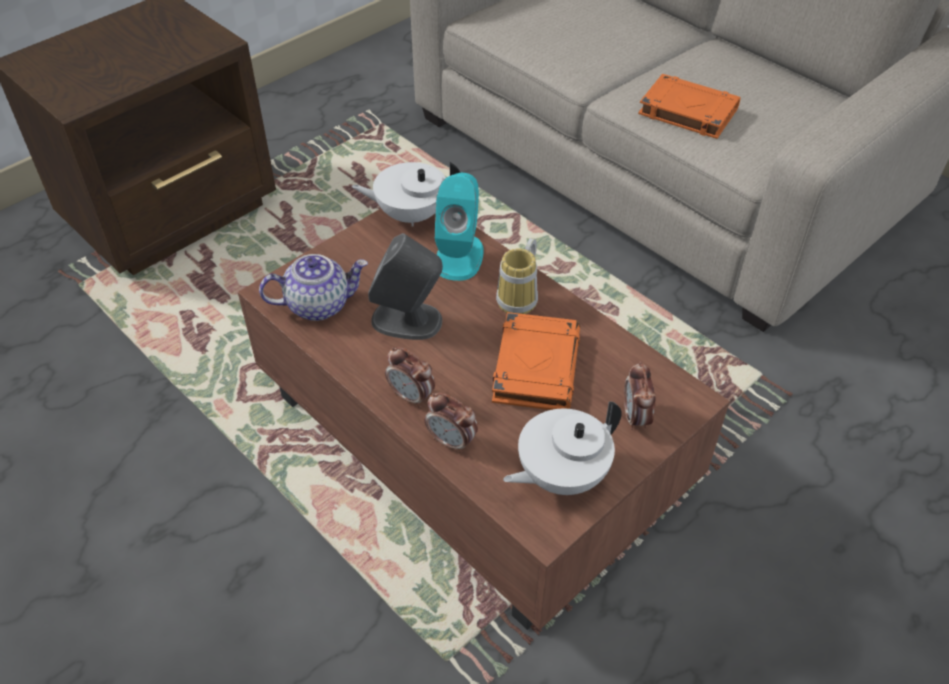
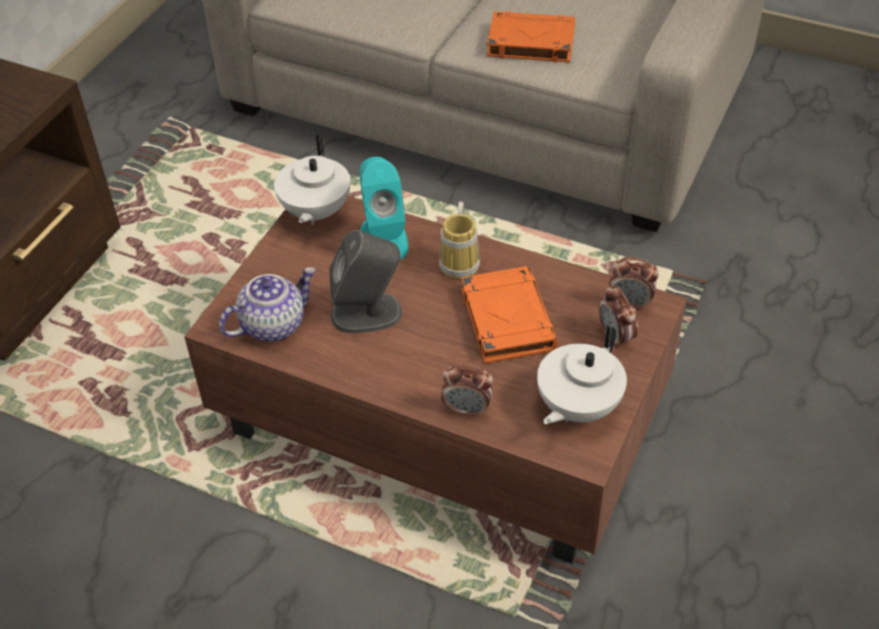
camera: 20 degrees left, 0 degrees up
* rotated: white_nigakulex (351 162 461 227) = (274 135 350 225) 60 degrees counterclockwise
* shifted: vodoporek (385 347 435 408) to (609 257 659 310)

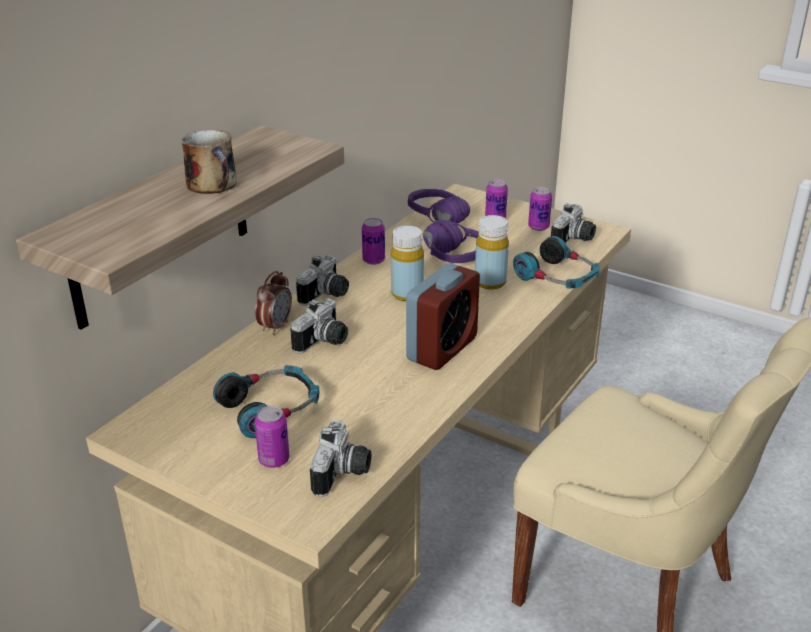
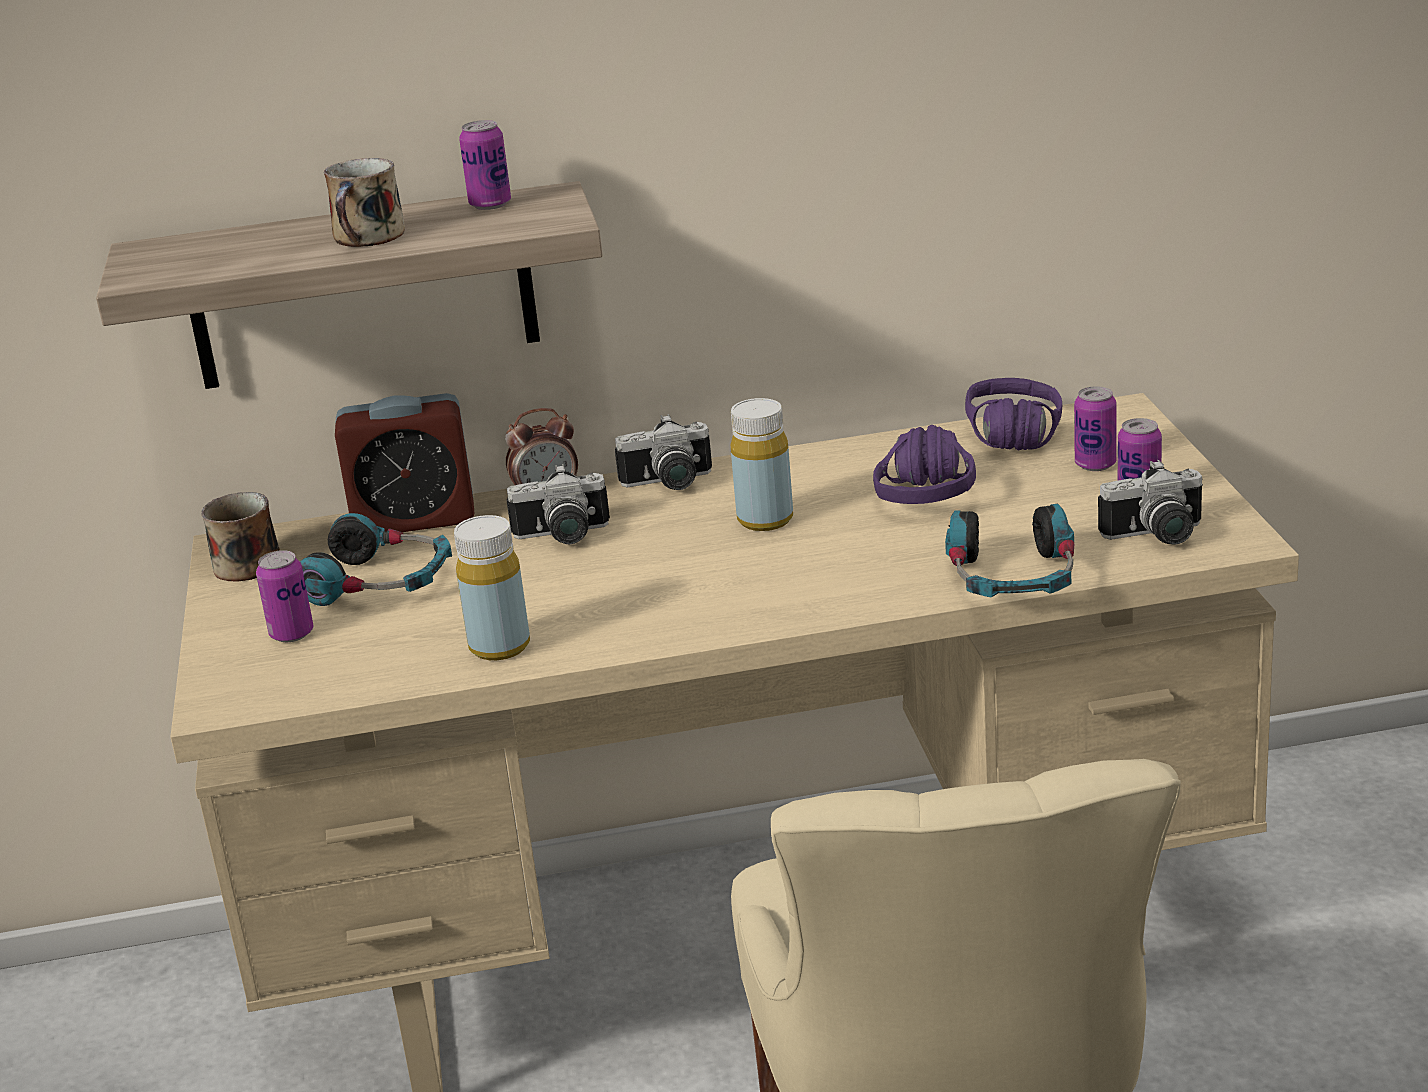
camera: 50 degrees right, 5 degrees down
* gone: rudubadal (310 420 371 497)
* shifted: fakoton (362 218 385 265) to (459 120 511 210)
* shifted: vodoporek (406 263 480 370) to (335 393 475 532)
* shifted: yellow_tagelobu (475 215 509 290) to (454 515 530 660)
* new: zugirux (201 492 280 582)

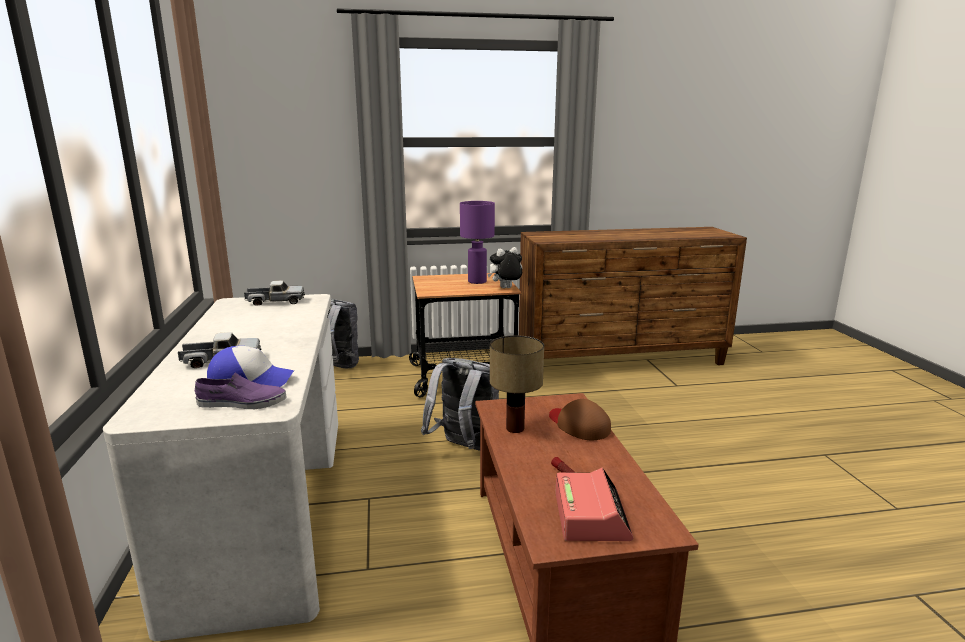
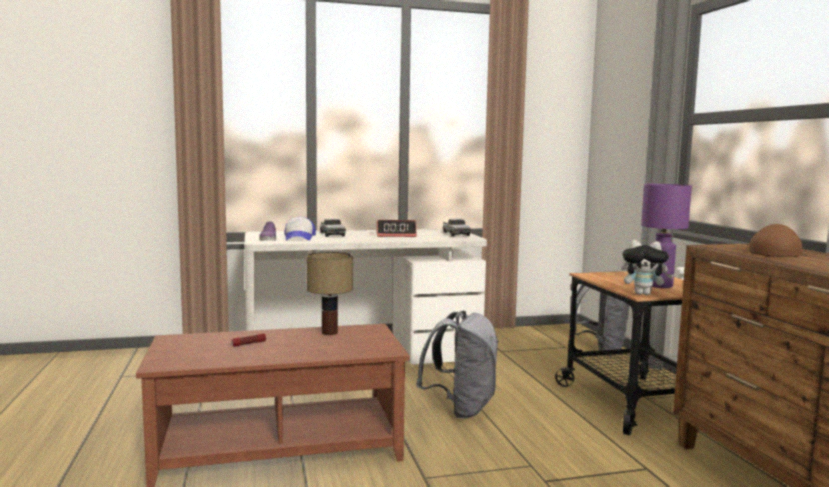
camera: 85 degrees right, 10 degrees down
* rotated: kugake (488 247 522 288) = (621 240 674 295) 135 degrees clockwise
* shifted: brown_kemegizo (549 399 611 440) to (749 224 803 257)
* shifted: vodoporek (555 468 634 541) to (376 220 417 237)

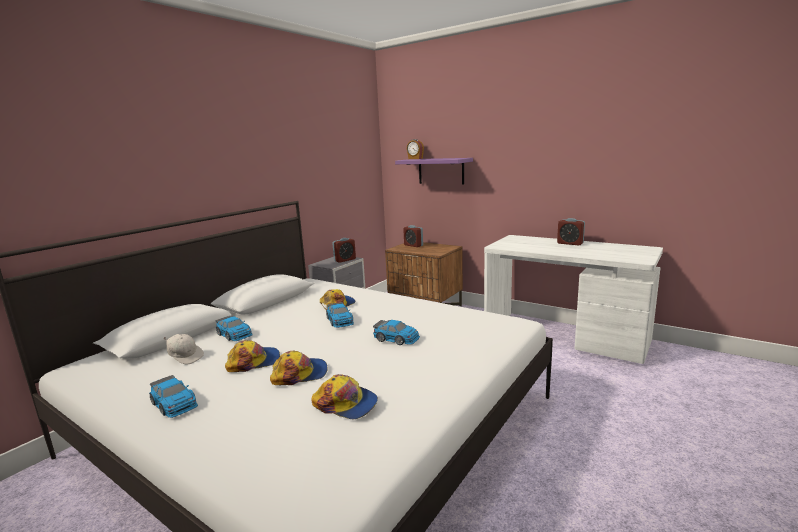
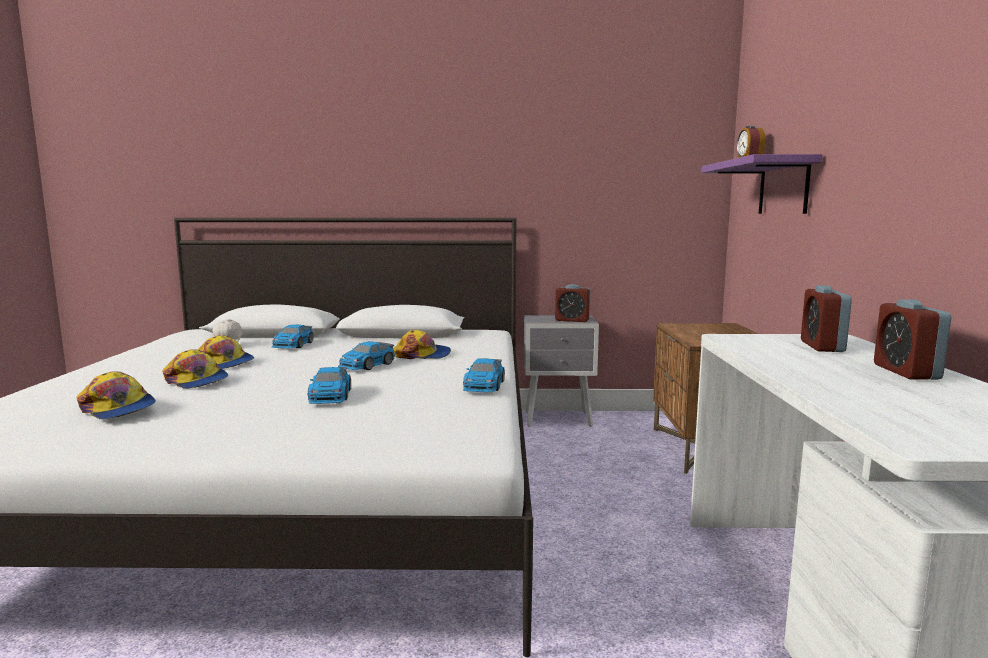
camera: 55 degrees right, 5 degrees down
* shifted: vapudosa (149 375 198 418) to (463 359 505 392)
* rotated: kemegizo (311 374 378 419) = (77 371 156 420) 45 degrees counterclockwise
* shifted: vodoporek (403 225 423 247) to (801 285 852 352)

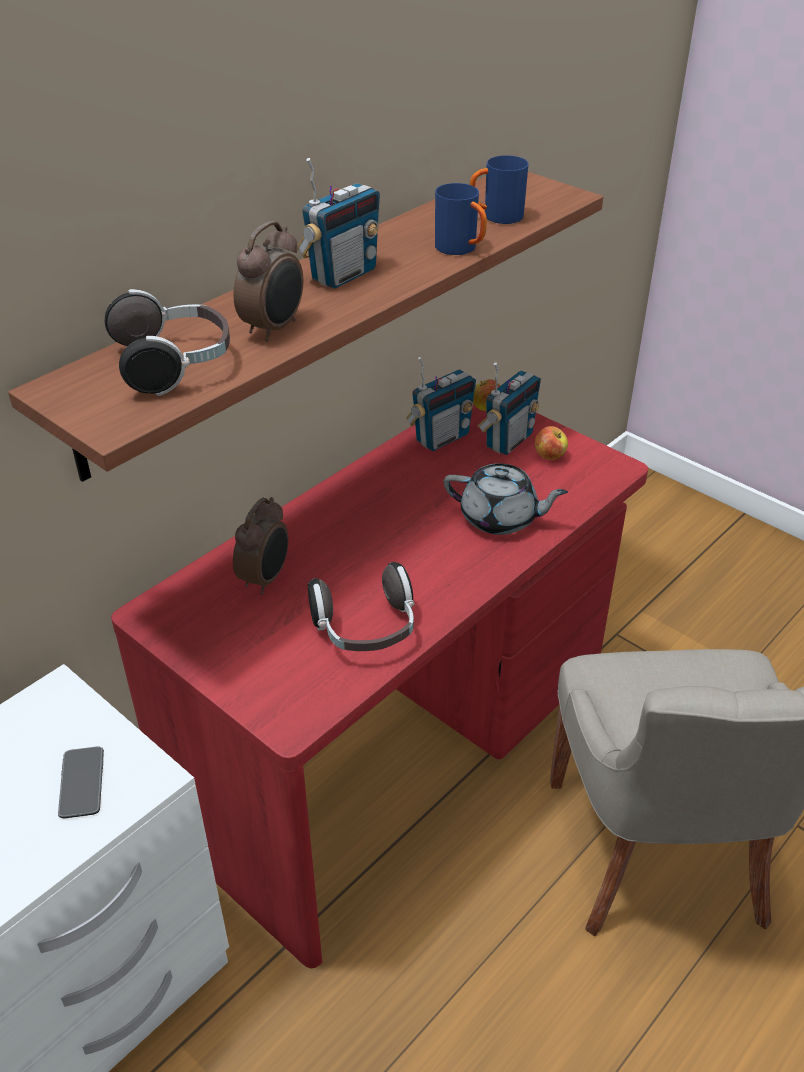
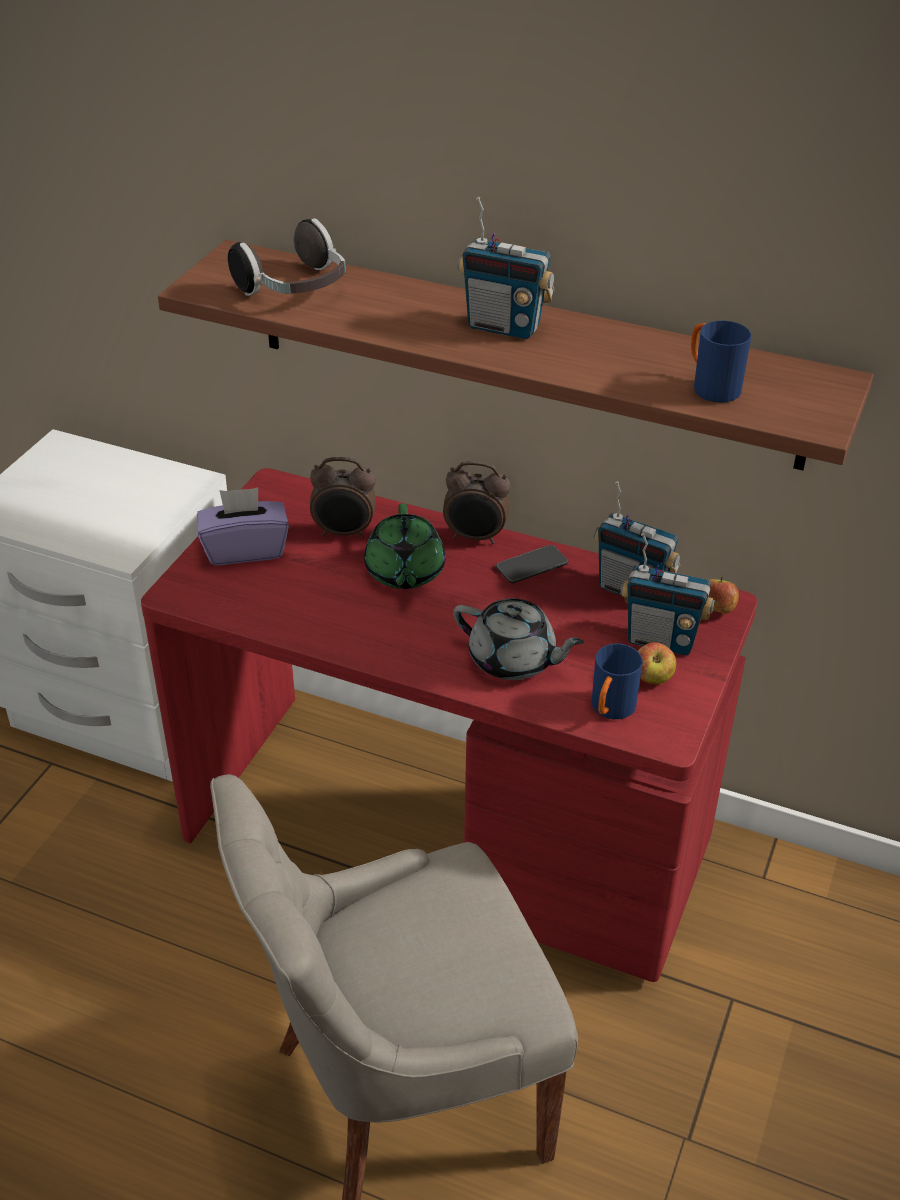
camera: 70 degrees right, 0 degrees up
* shifted: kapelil (58 747 104 818) to (496 545 568 583)
* shifted: vodoporek (233 221 303 341) to (443 461 511 544)
* gone: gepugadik (308 562 415 651)
* shifted: blue_zugirux (435 183 487 255) to (592 643 643 719)
* rotated: grey_nigakulex (444 463 568 535) = (453 598 584 680) 60 degrees counterclockwise
* new: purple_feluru (197 488 289 565)
* new: green_nigakulex (364 503 445 589)

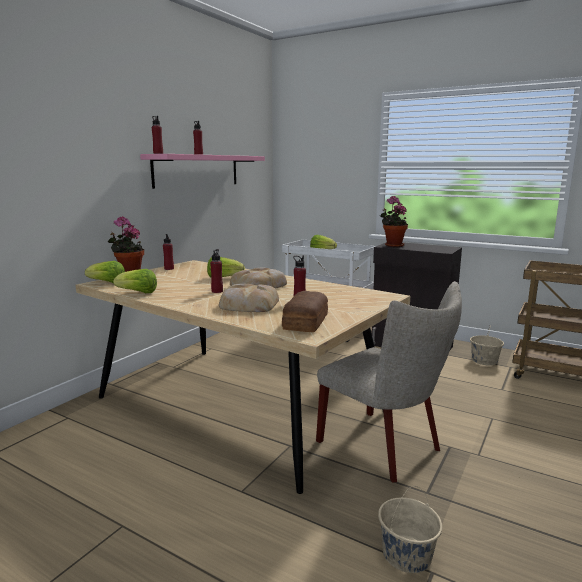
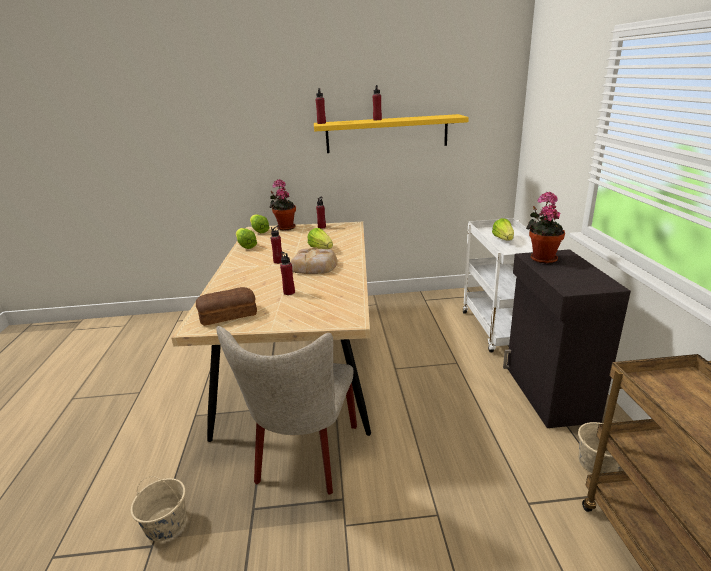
camera: 55 degrees right, 10 degrees up
* repainted: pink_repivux (140 154 265 189) to yellow_repivux (314 114 469 153)
* gone: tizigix (219 284 279 312)

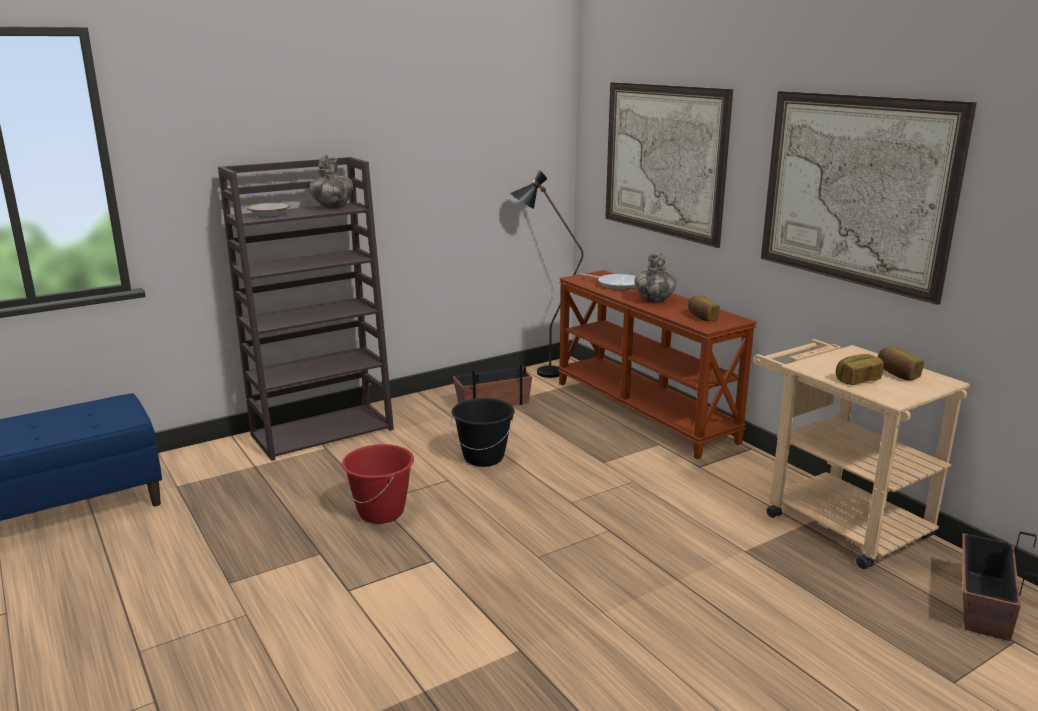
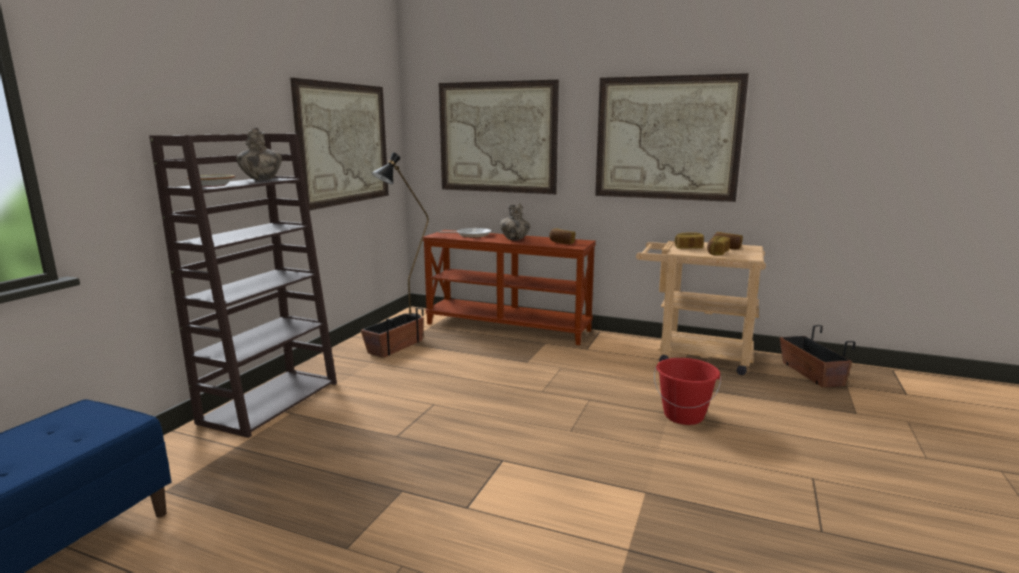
camera: 35 degrees left, 5 degrees down
* shifted: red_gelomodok (342 444 414 524) to (654 358 721 425)
* gone: black_gelomodok (451 398 515 467)
* new: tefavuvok (290 78 389 211)
* new: tizigix (675 232 704 249)

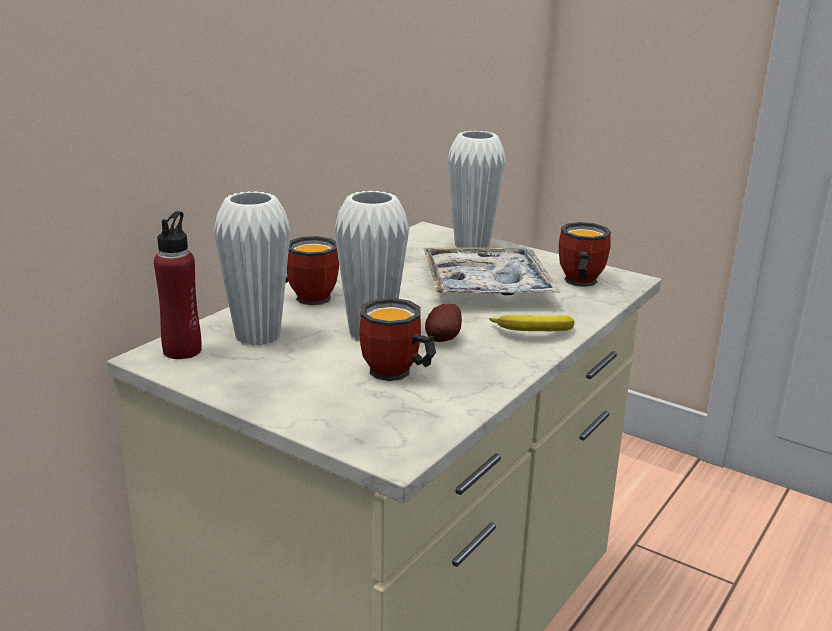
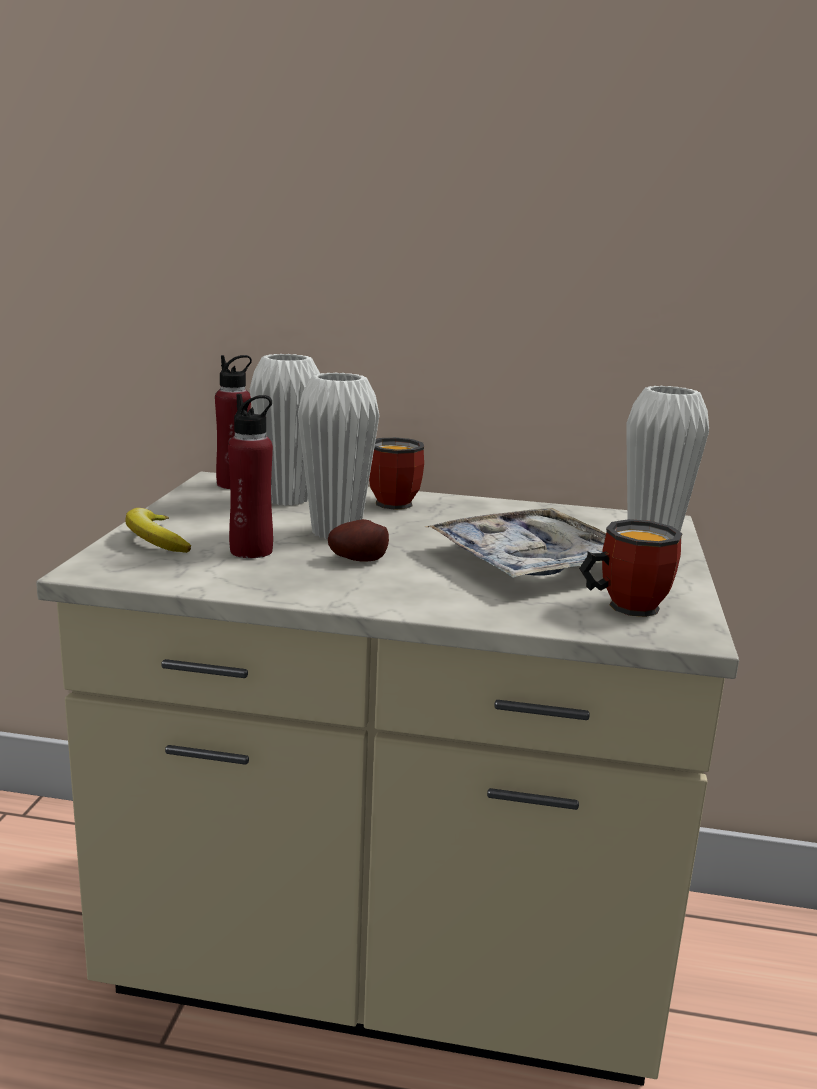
camera: 65 degrees right, 5 degrees down
* swapped: zugirux (359 298 436 381) to red_tagelobu (228 394 273 558)
* shifted: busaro (489 315 575 331) to (125 508 191 553)

